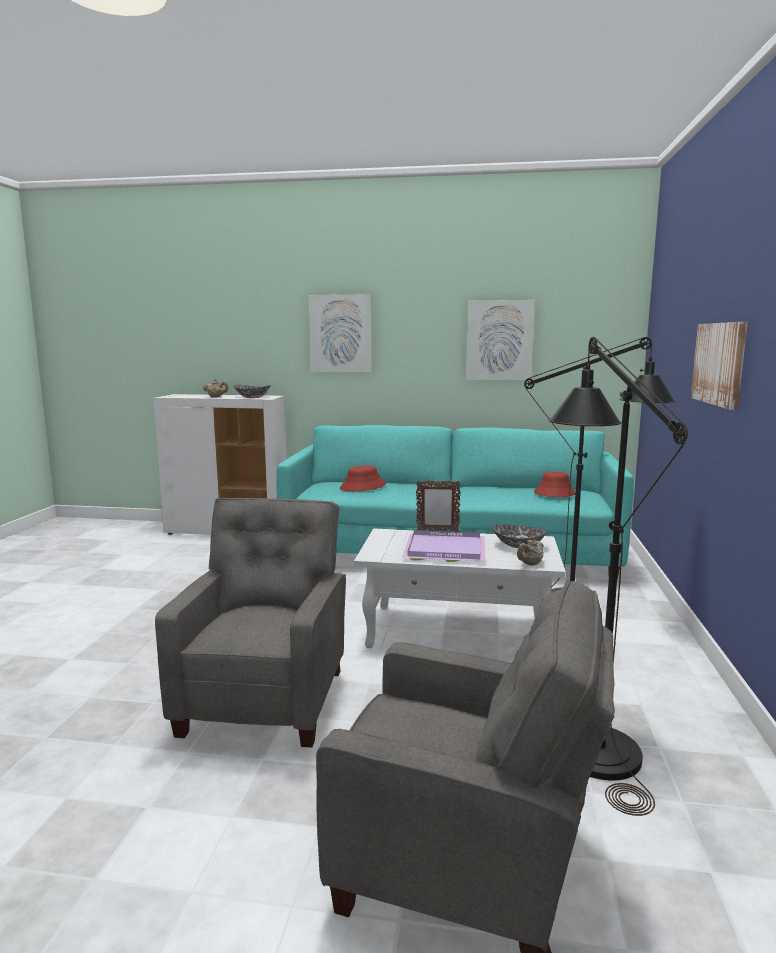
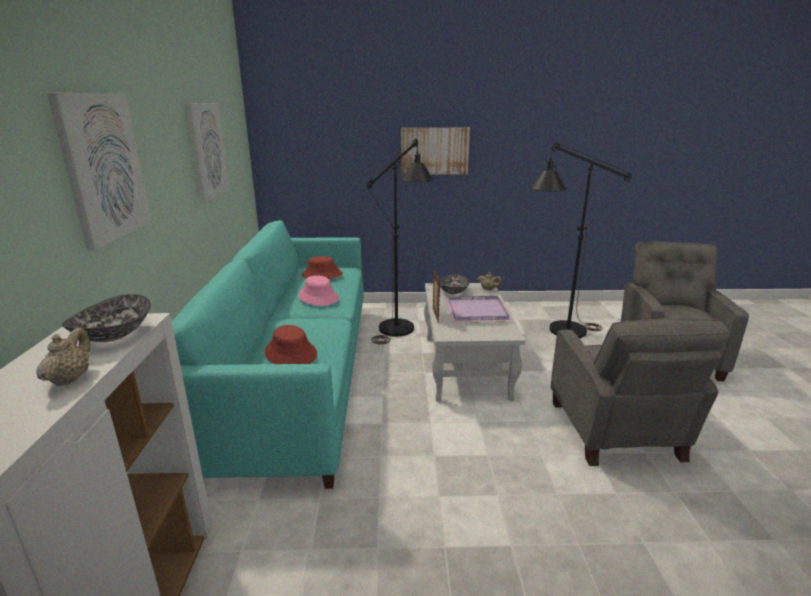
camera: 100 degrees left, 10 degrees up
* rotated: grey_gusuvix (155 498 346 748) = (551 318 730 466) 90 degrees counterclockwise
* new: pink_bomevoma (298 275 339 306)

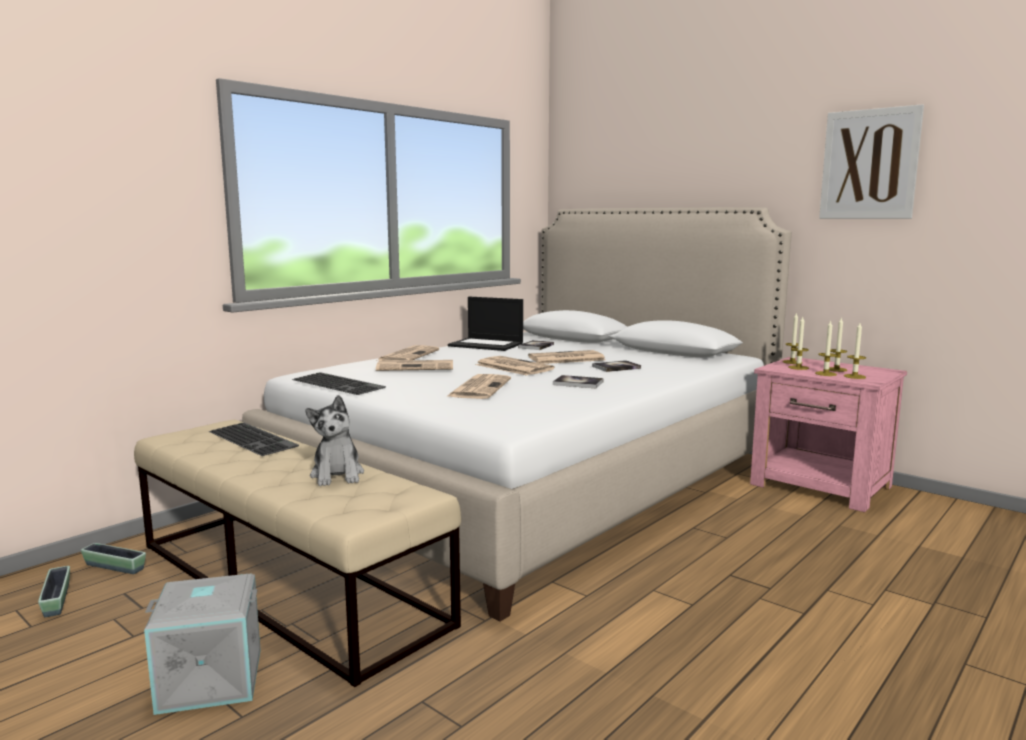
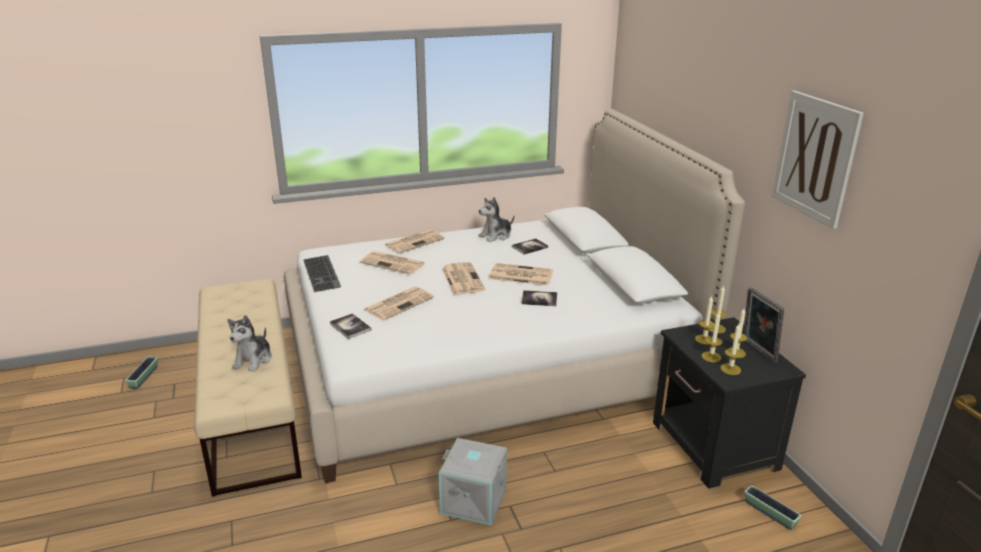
camera: 30 degrees right, 15 degrees up
* shifted: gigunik (81 543 146 574) to (744 485 801 530)
* shifted: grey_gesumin (144 574 261 715) to (439 438 507 526)
* gone: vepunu (208 423 299 456)
* swapped: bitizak (448 297 523 351) to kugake (479 197 514 242)
* shifted: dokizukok (553 375 604 389) to (330 313 371 339)
* repainted: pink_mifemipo (750 357 907 512) to black_mifemipo (653 317 806 489)
* new: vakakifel (744 288 784 363)

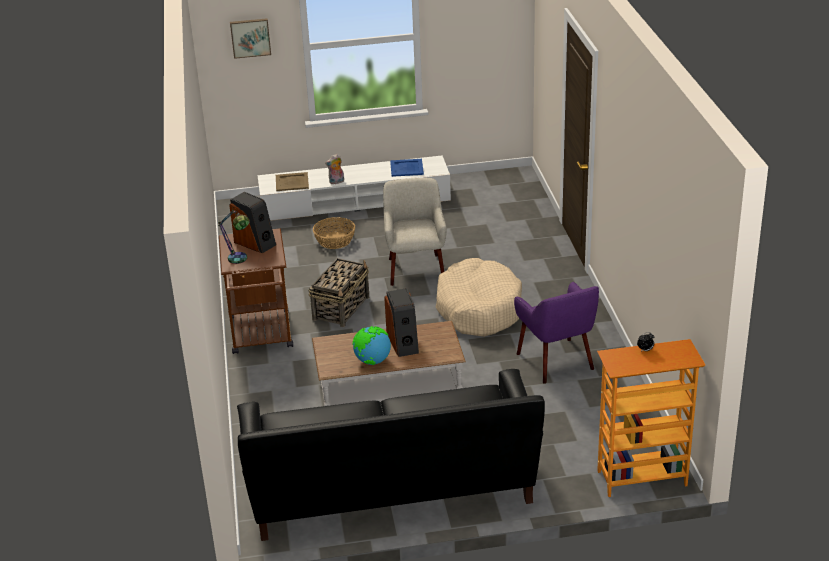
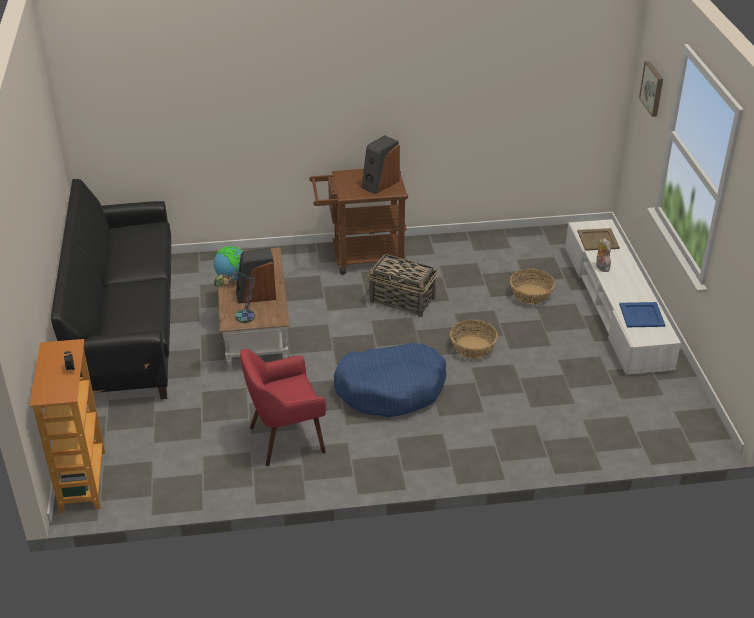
camera: 90 degrees right, 5 degrees up
* shifted: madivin (218 207 250 264) to (214 268 256 323)
* swapped: beige_gusuvix (383 178 447 286) to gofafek (450 320 498 359)
* repainted: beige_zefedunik (436 258 522 337) to blue_zefedunik (334 343 446 417)
* repainted: purple_gusuvix (514 282 599 384) to red_gusuvix (240 349 326 466)

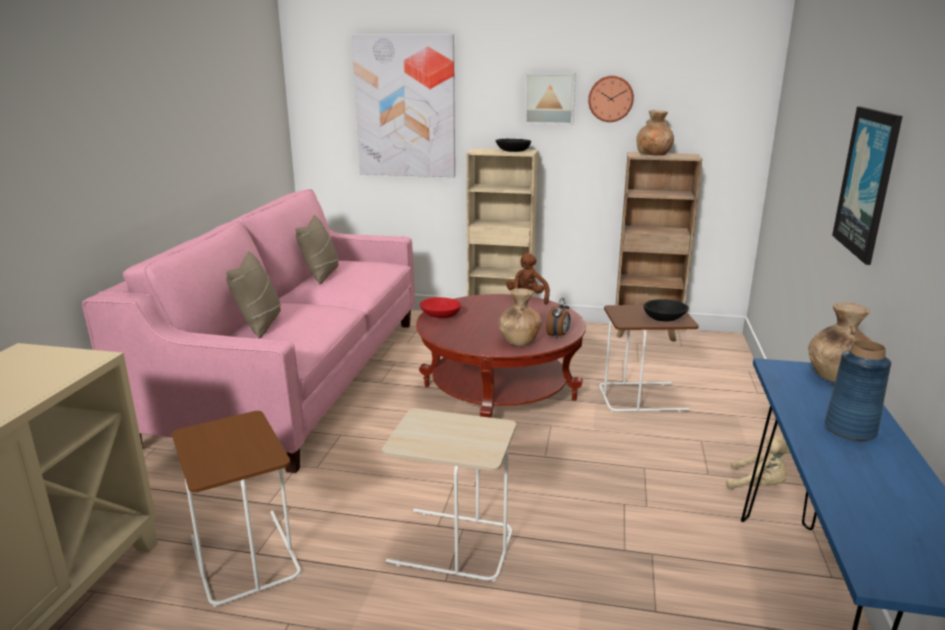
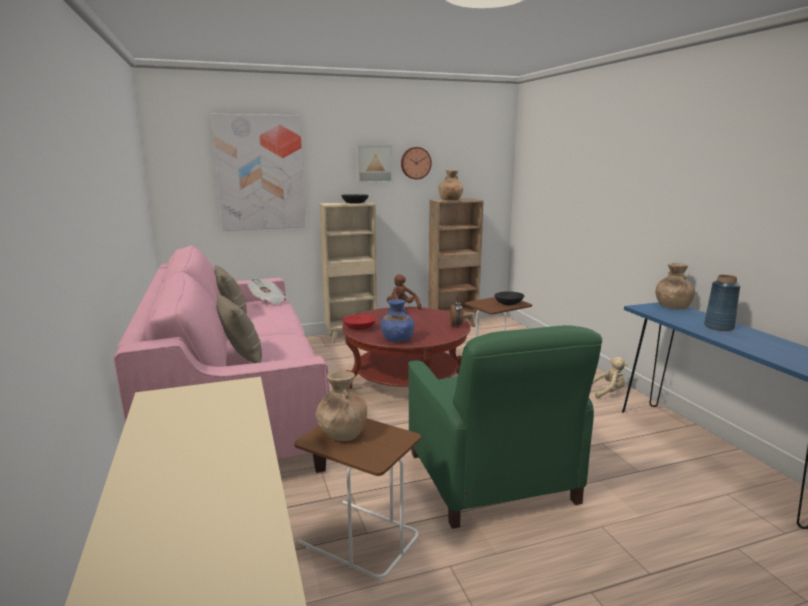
camera: 30 degrees left, 5 degrees down
* swapped: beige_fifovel (382 408 516 581) to green_gusuvix (408 325 602 529)
* shifted: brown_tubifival (499 288 541 346) to (316 370 367 441)
* gone: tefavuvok (832 107 903 265)
* new: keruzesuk (247 278 286 305)
* new: blue_tubifival (380 299 414 342)

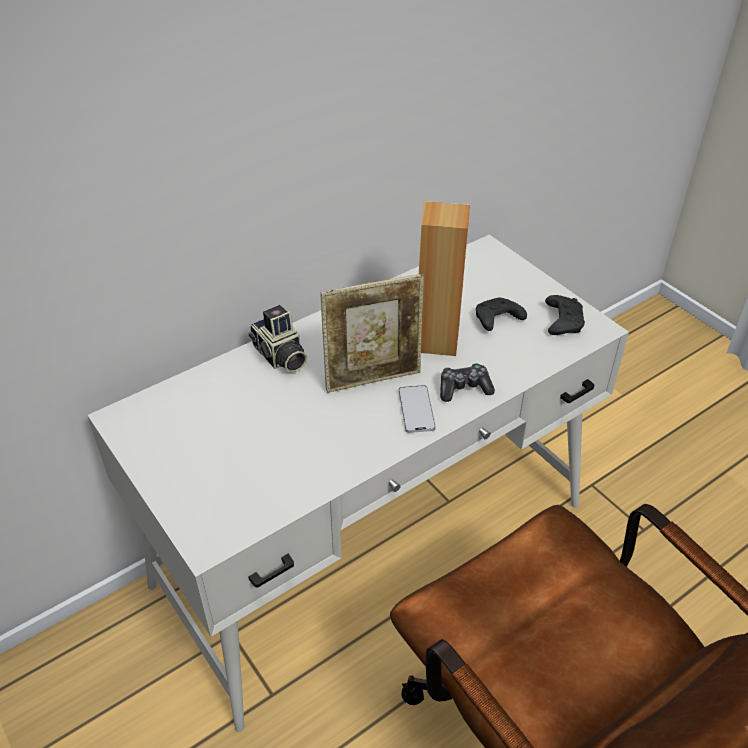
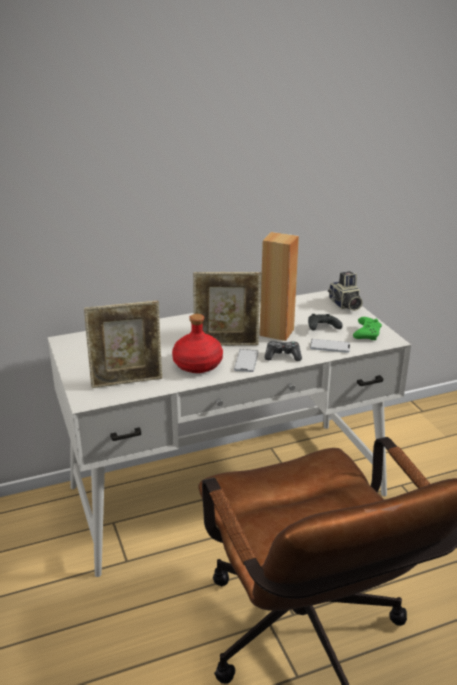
camera: 15 degrees right, 15 degrees down
* shifted: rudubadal (249 305 307 372) to (328 271 363 311)
* repainted: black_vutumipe (545 295 585 335) to green_vutumipe (353 317 382 340)
* new: vakakifel (84 301 162 388)
* new: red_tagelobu (172 314 223 373)
* new: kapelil (310 339 350 353)

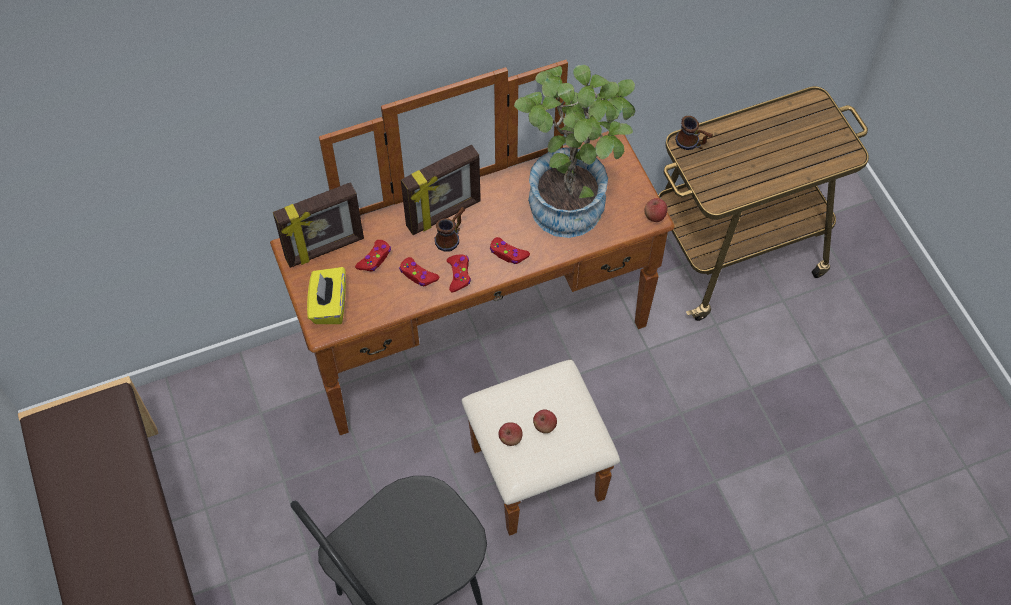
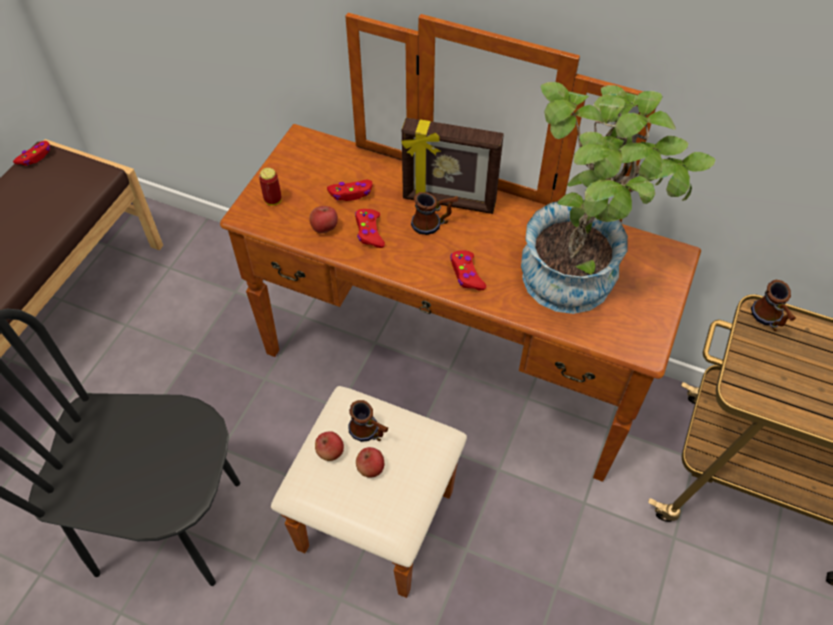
camera: 45 degrees right, 5 degrees down
* gone: vakakifel (273 182 364 268)
* swapped: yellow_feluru (307 267 346 324) to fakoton (259 168 282 206)
* shifted: red_vutumipe (447 255 471 292) to (13 141 50 166)
* shifted: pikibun (644 198 668 222) to (309 206 338 234)
* new: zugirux (348 400 388 442)

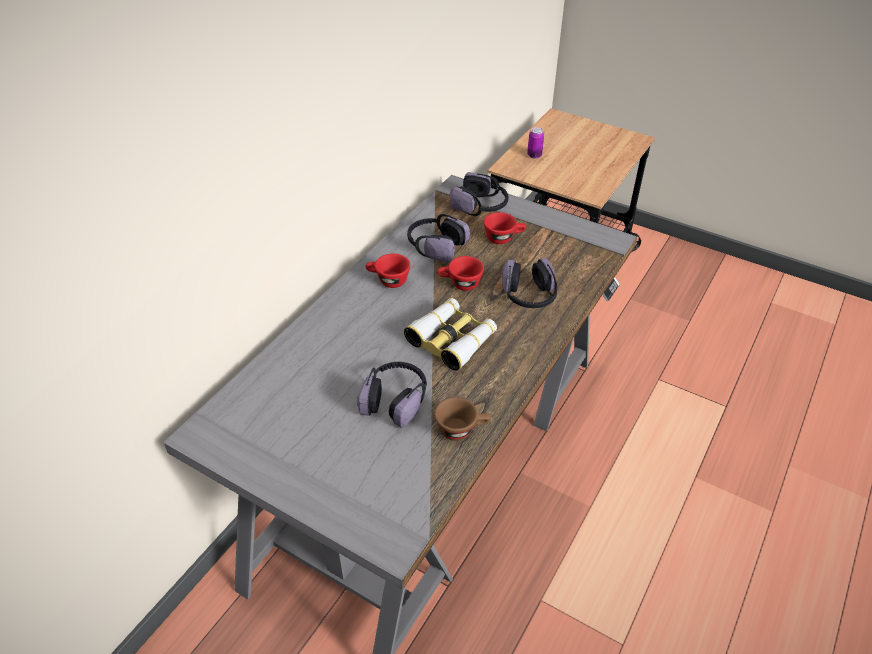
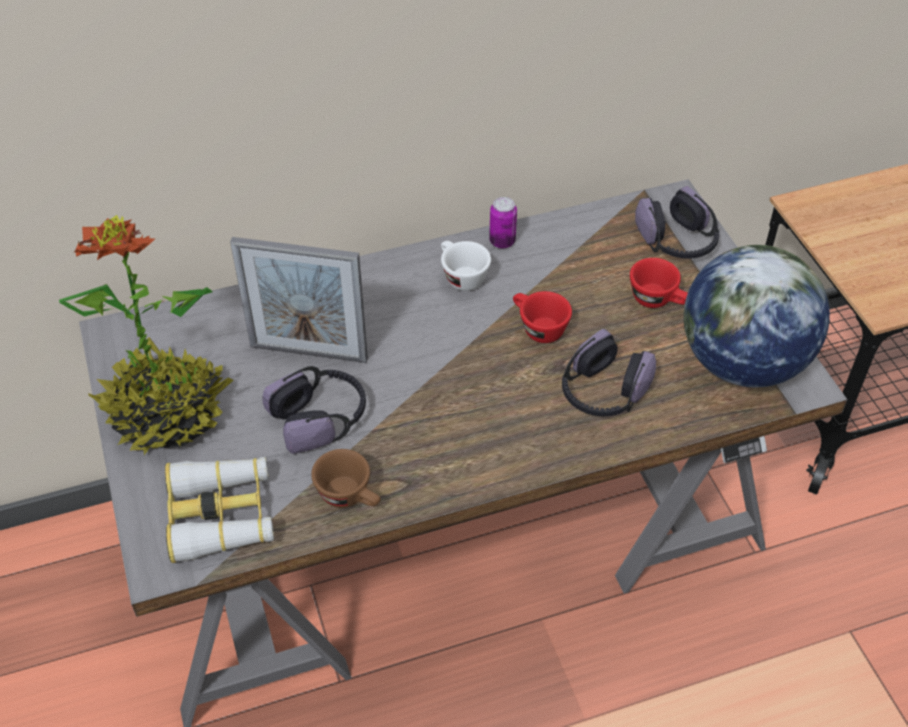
camera: 40 degrees right, 5 degrees up
* repainted: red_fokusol (365 253 410 288) to white_fokusol (441 241 491 291)
* shifted: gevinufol (404 298 497 371) to (165 457 274 563)
* gone: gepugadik (407 214 470 262)
* shifted: fakoton (527 127 544 159) to (489 197 517 249)
* new: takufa (59 215 233 455)
* new: vakakifel (230 237 368 363)
* new: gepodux (683 245 830 388)

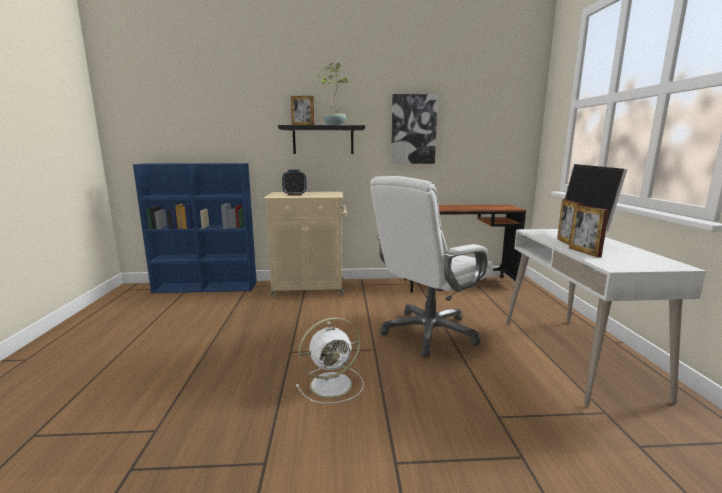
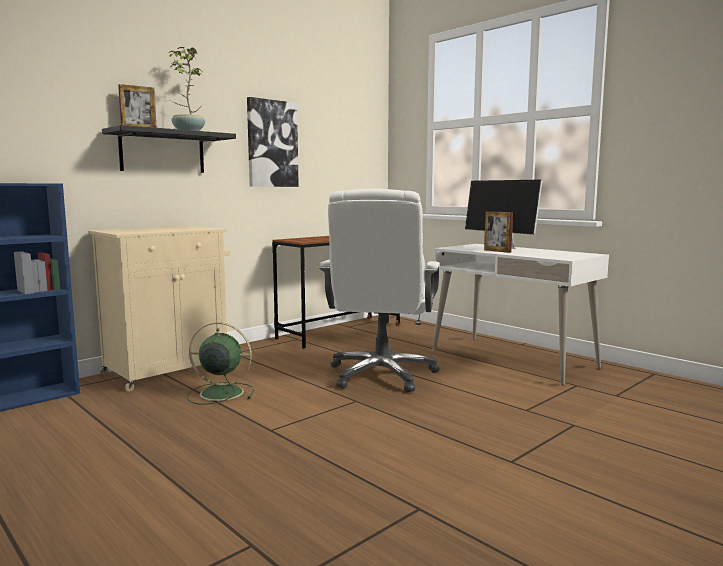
camera: 40 degrees left, 5 degrees down
* gone: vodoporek (282 170 307 196)
* gone: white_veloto (296 317 364 404)
* gone: vakakifel (569 205 609 257)
* new: green_veloto (187 322 254 405)

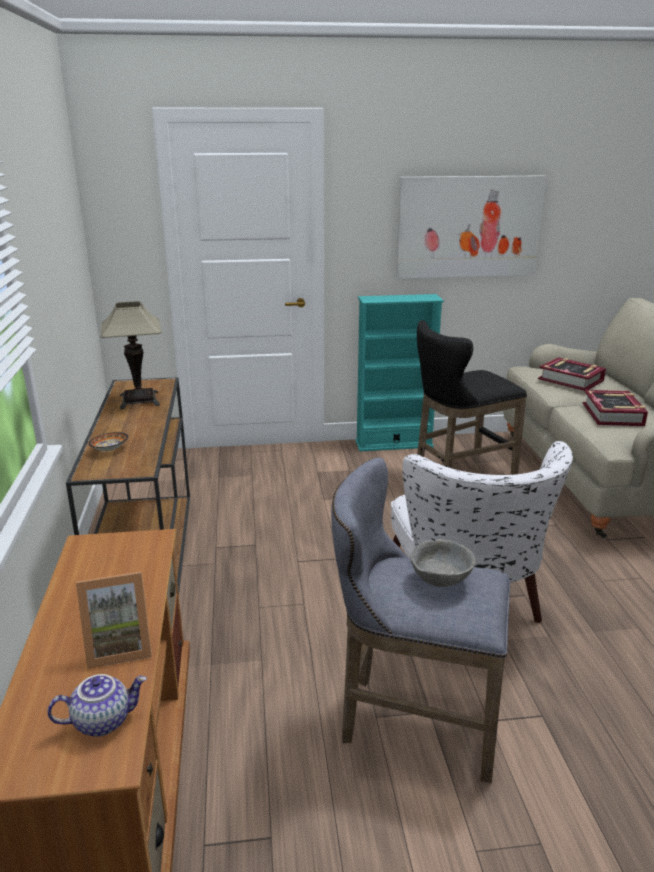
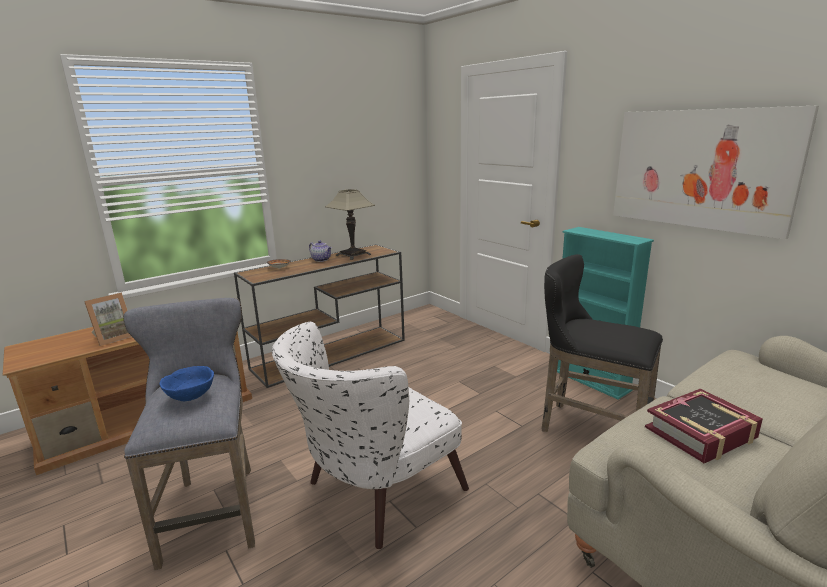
camera: 60 degrees right, 5 degrees down
* shifted: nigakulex (47 674 147 737) to (309 240 332 262)
* rotated: vakakifel (76 571 152 669) = (84 292 132 346) 90 degrees counterclockwise
* repainted: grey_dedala (410 539 476 587) to blue_dedala (160 366 214 401)
* gone: dokizukok (538 357 606 391)

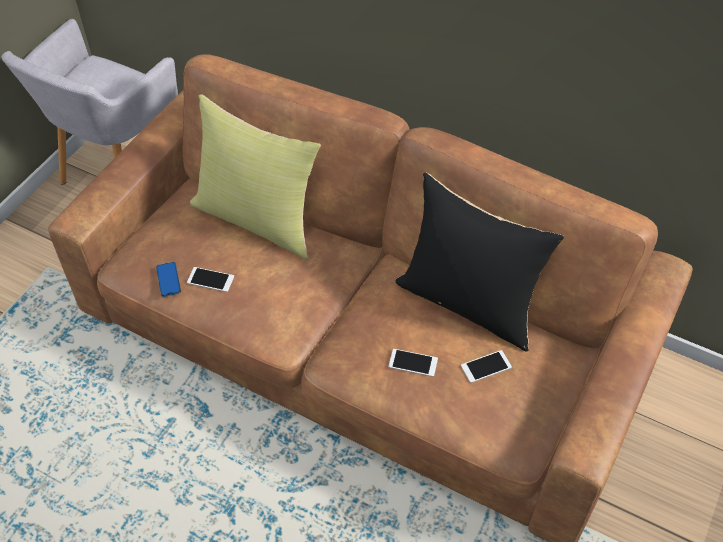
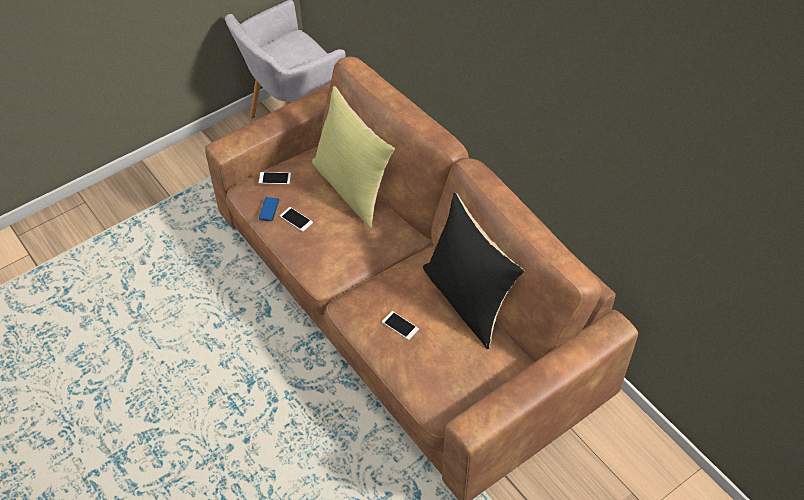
camera: 25 degrees right, 0 degrees up
* shifted: kapelil (461 350 512 383) to (259 172 291 184)

